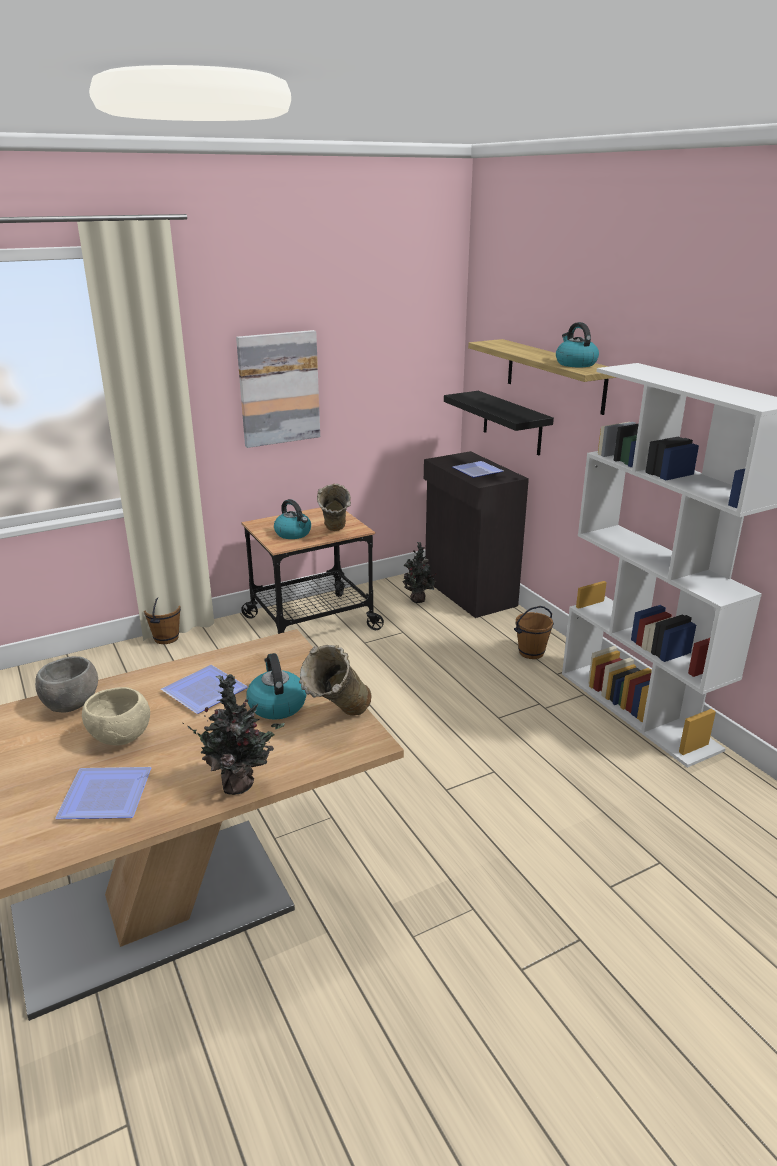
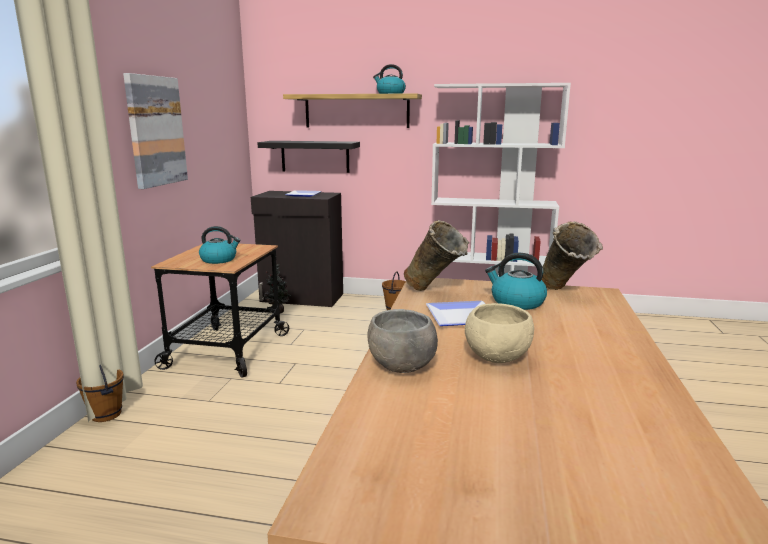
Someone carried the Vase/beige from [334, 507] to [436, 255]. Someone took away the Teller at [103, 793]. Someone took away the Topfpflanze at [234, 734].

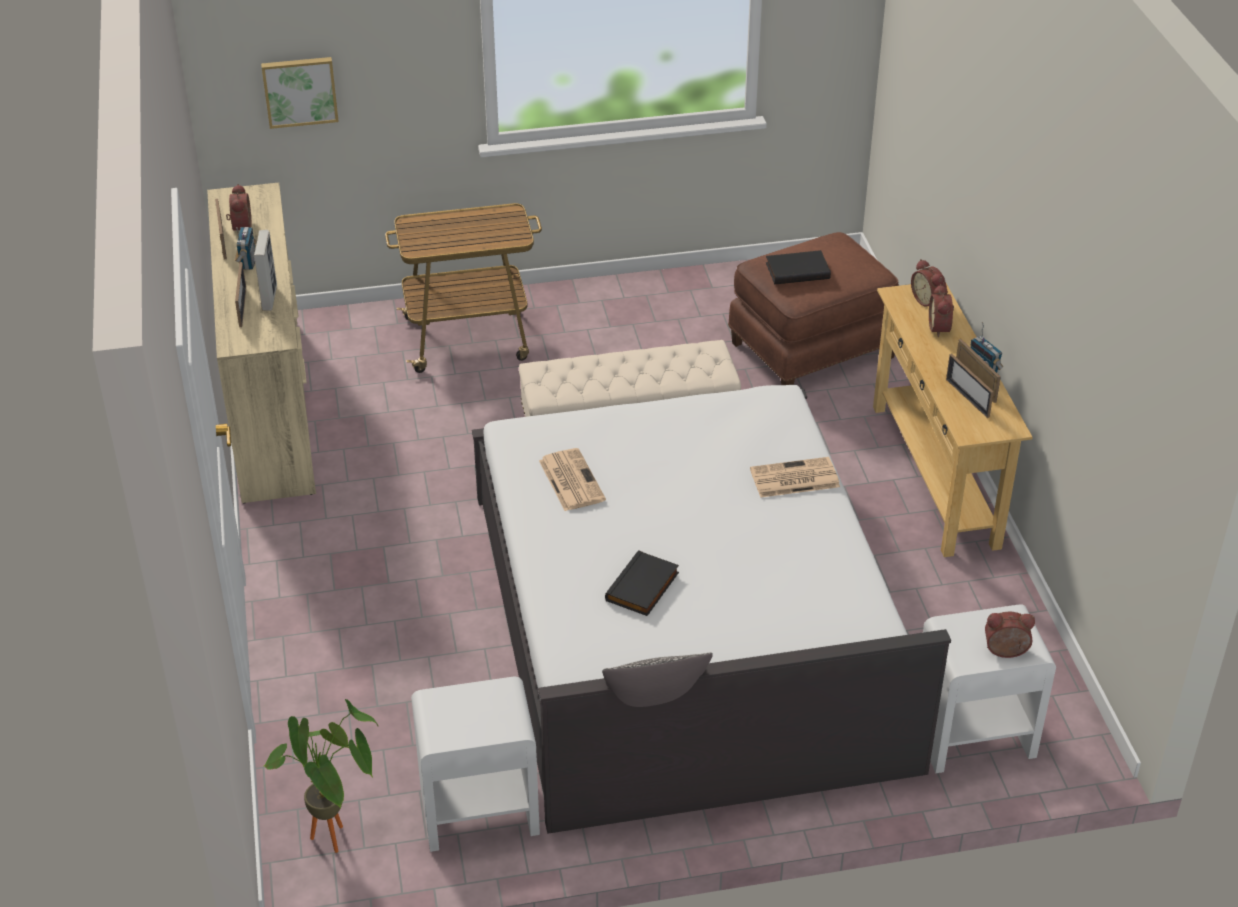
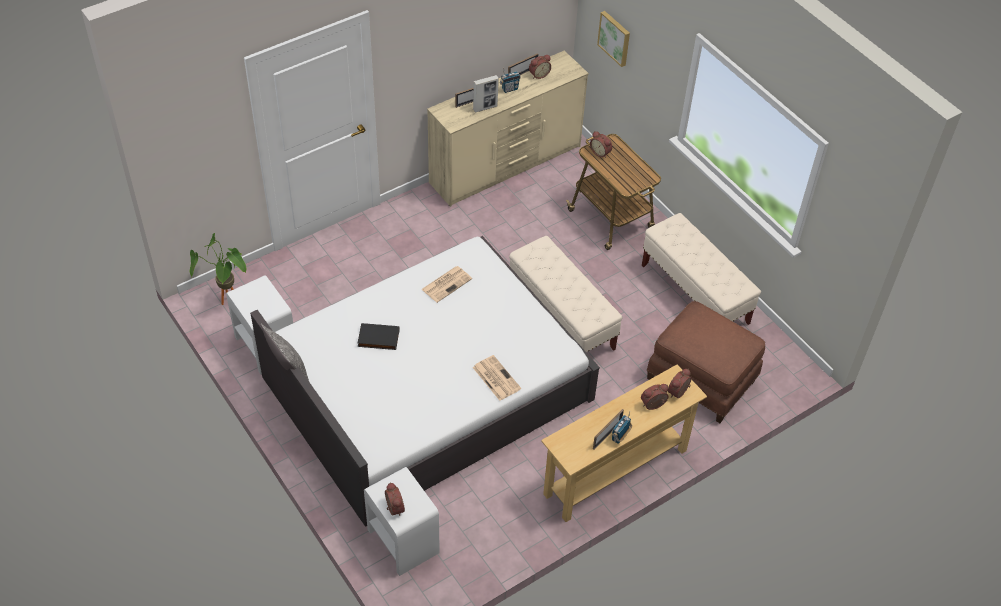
Someone put down the Wecker at [601, 144]. Someone put down the Bank/beige at [701, 269]. Someone took away the Buch/schwarz at [798, 267]. Someone took away the Bilderrahmen at [970, 386].

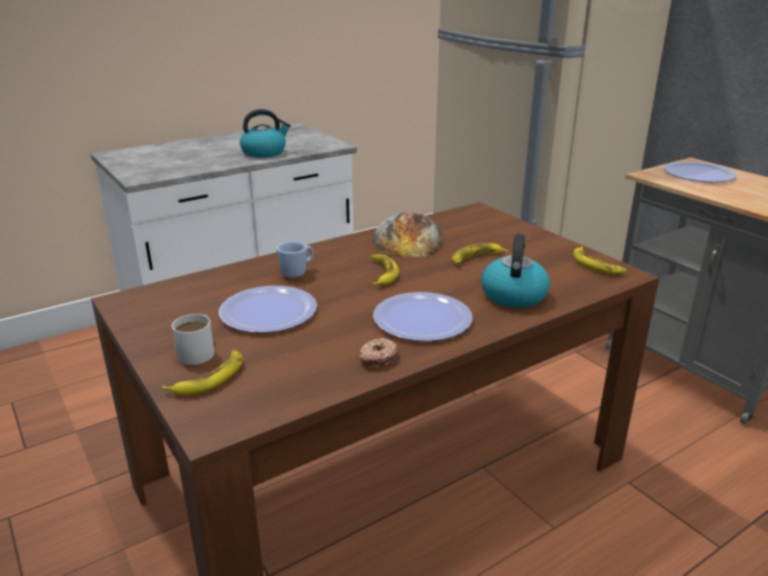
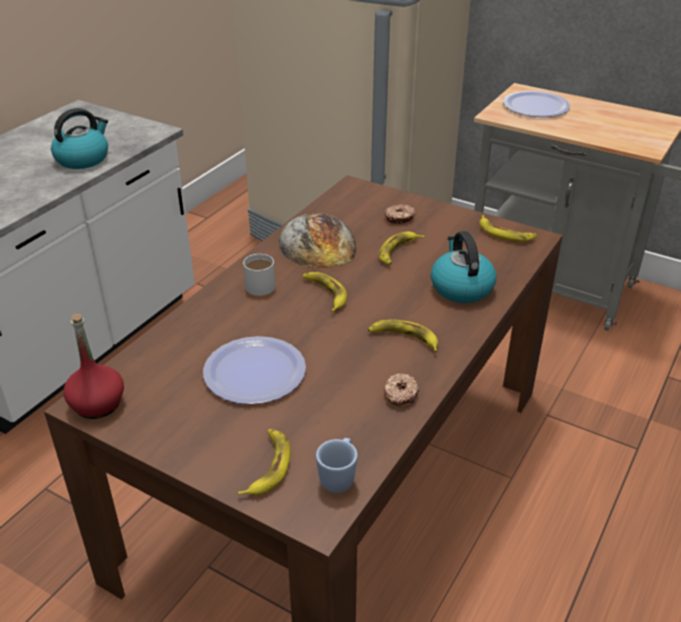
Someone put down the Flasche/rot at [94, 366]. Someone carried the Henkelbecher/weiß from [193, 339] to [259, 275]. Someone carried the Henkelbecher/blau from [295, 259] to [337, 465]. Someone swapped the Teller at [423, 316] for the Banane at [403, 335]. Someone put down the Donut at [400, 214].

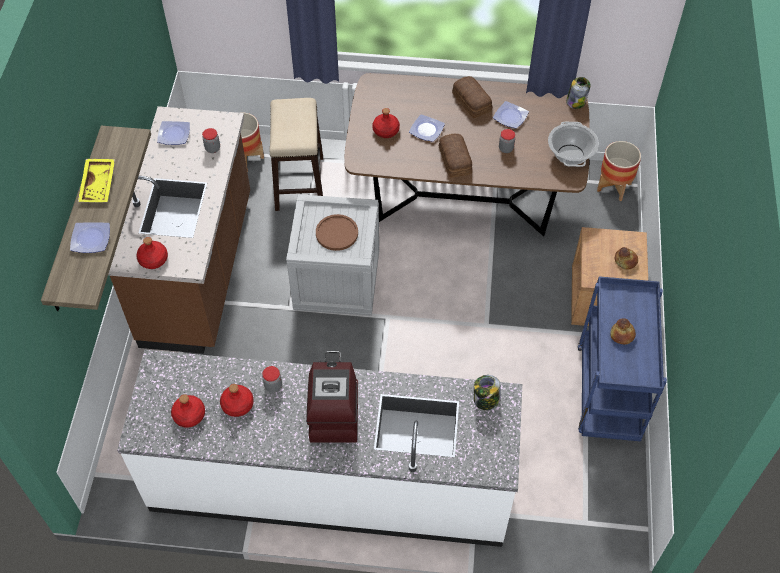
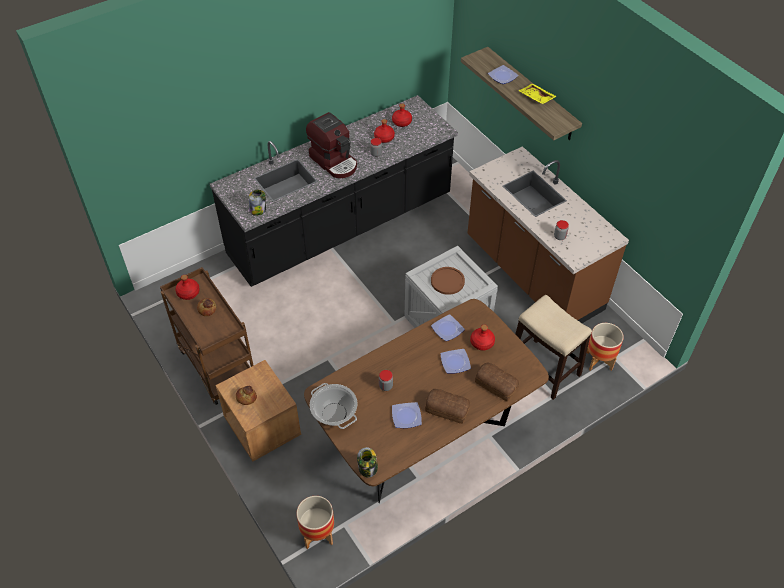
Someone repainted the Rollwagen/blau at [622, 359], which became the Rollwagen/braun at [207, 336]. Someone carried the Flasche/rot from [152, 253] to [187, 287]. Someone repainted the Küchenzeile/weiß at [319, 448], which became the Küchenzeile/schwarz at [334, 191]. Someone carried the Teller from [173, 133] to [448, 327]. Someone carried the Brot from [455, 156] to [497, 382].

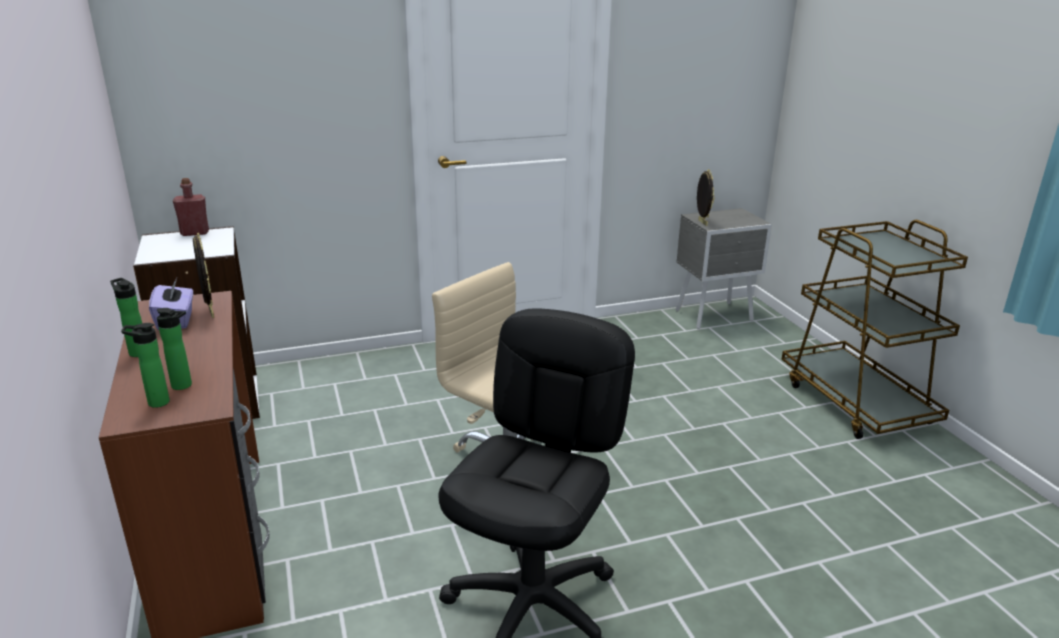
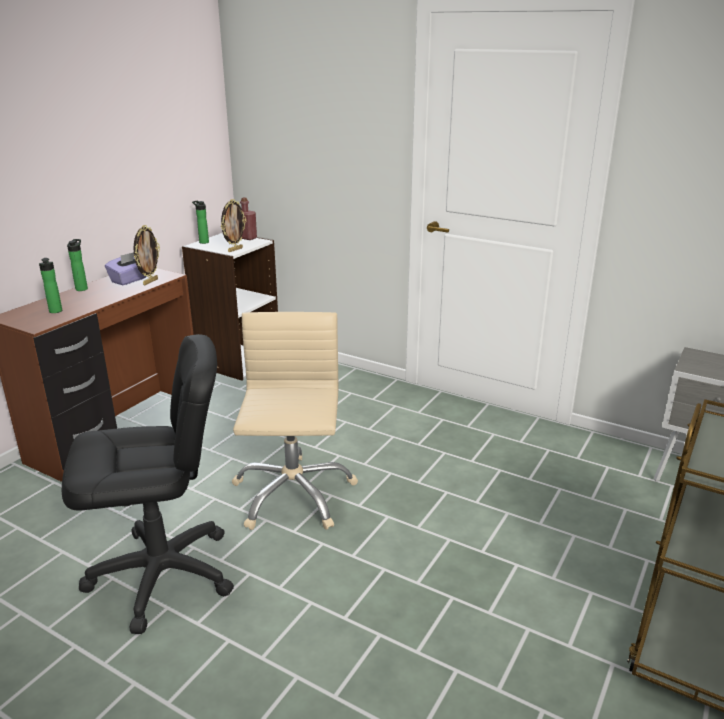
Someone carried the Flasche from [145, 365] to [200, 222]. Someone carried the Bilderrahmen from [706, 197] to [233, 225].

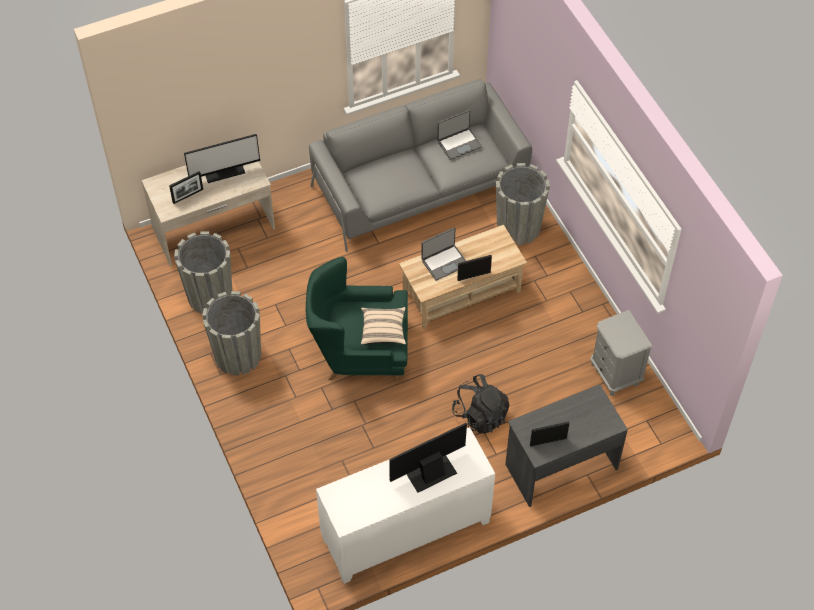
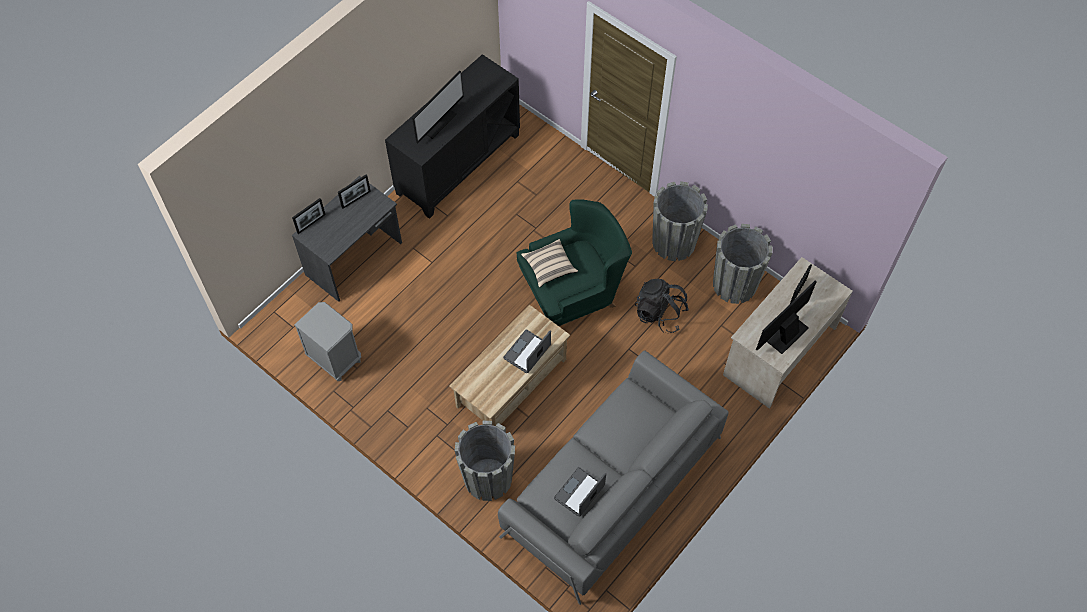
Someone carried the Bilderrahmen from [474, 268] to [309, 216]. Someone repainted the Schrank/weiß at [405, 505], which became the Schrank/schwarz at [452, 136]. Someone carried the Rucksack/schwarz from [480, 404] to [662, 306].

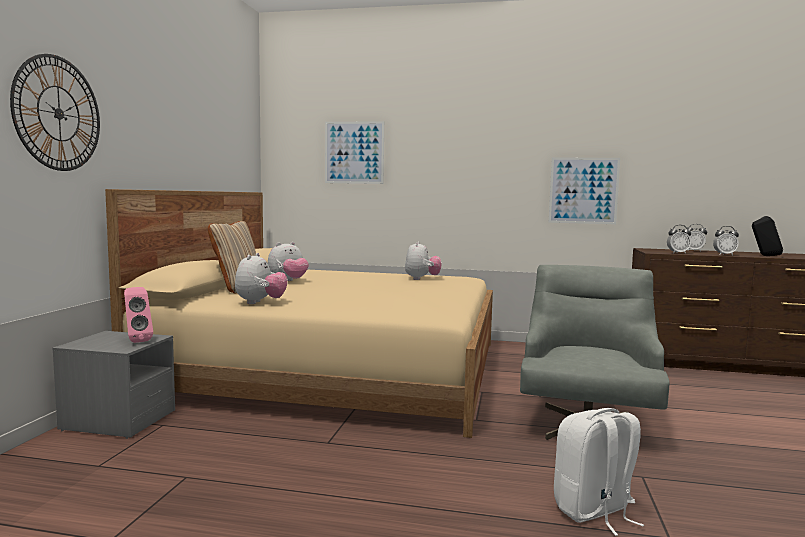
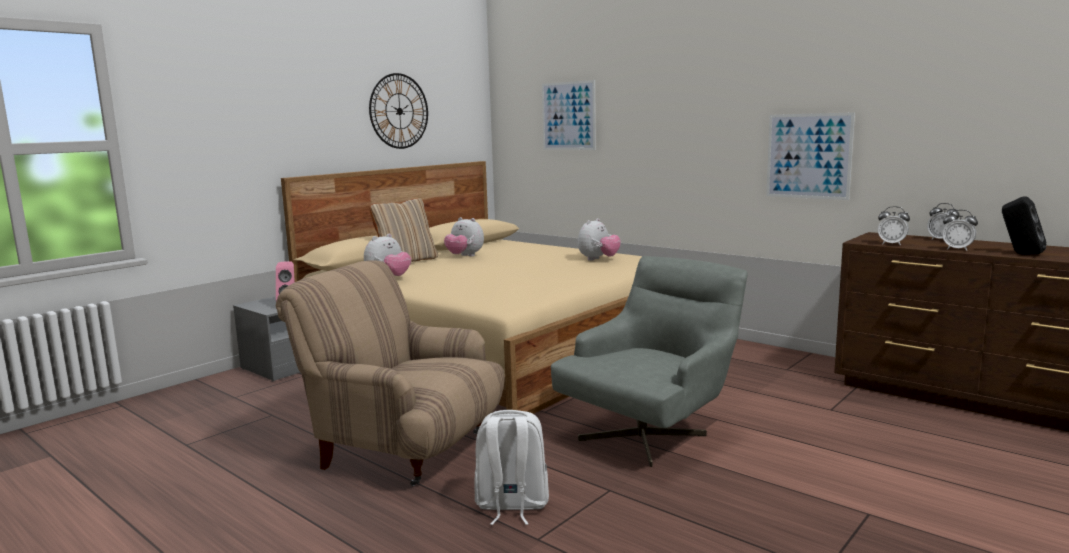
Someone put down the Sessel/beige at [390, 373]. Someone carried the Wanduhr from [55, 112] to [398, 111]. Someone rotated the Plüschtier at [288, 261] by 45 degrees clockwise.

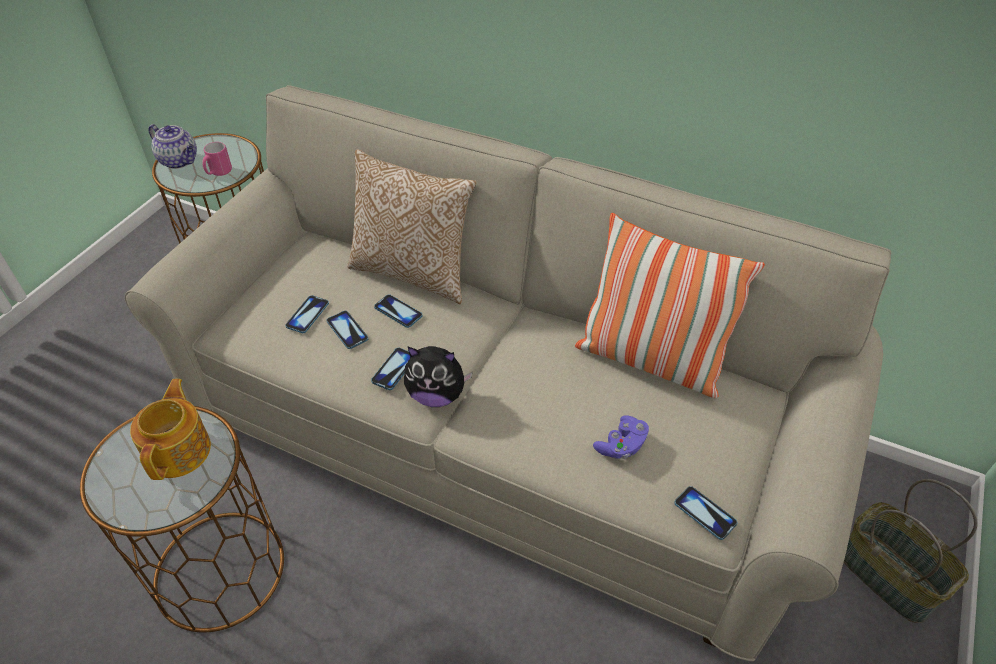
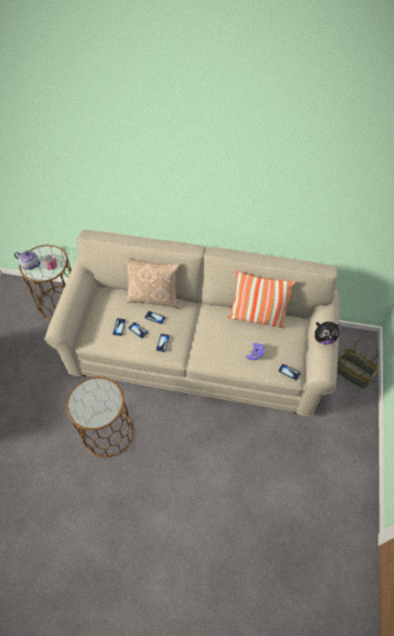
Someone carried the Plüschtier from [438, 376] to [327, 333]. Someone took away the Teekanne at [170, 429].

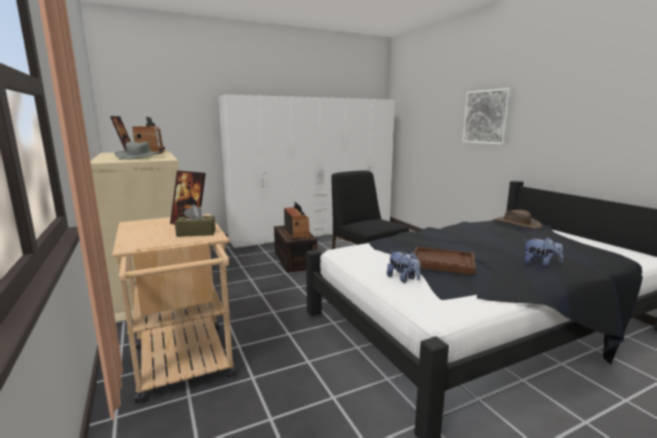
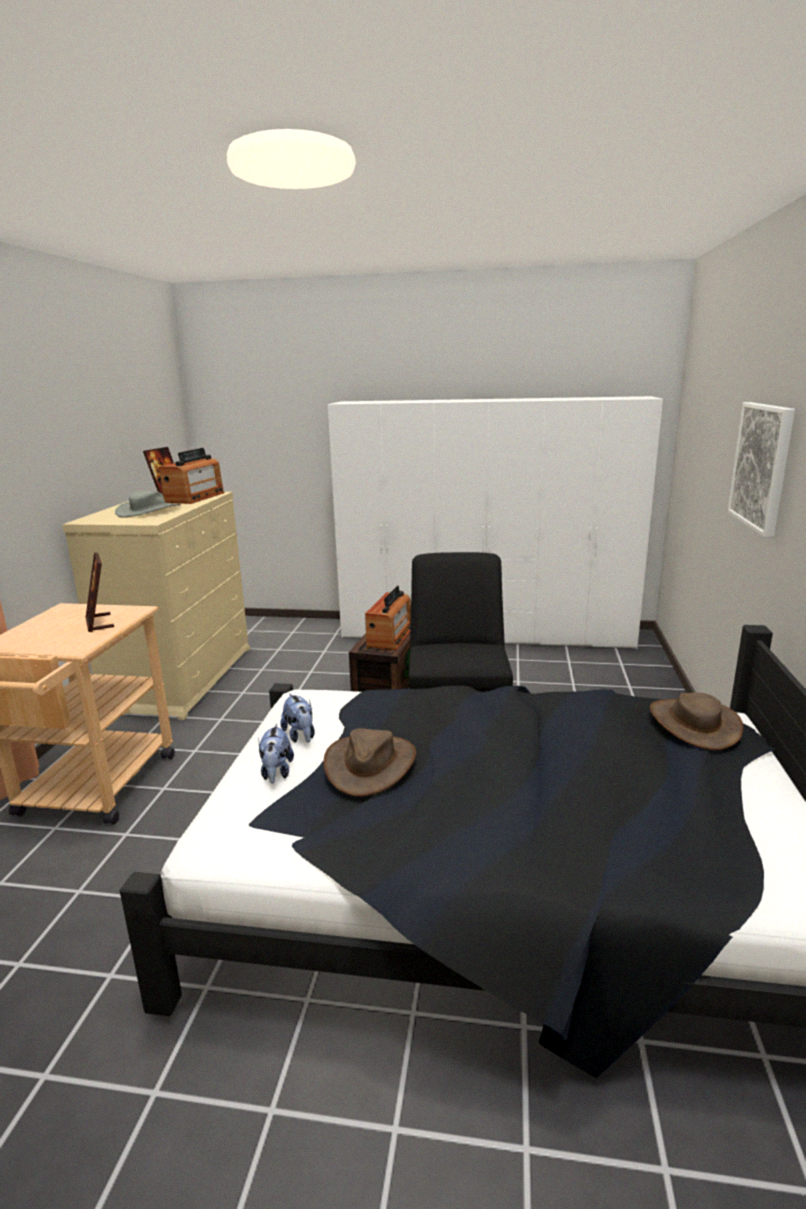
Someone carried the Plüschtier from [543, 252] to [297, 718]. Someone swapped the Tablett/braun at [445, 261] for the Hut/braun at [370, 762]. Someone took away the Taschentuchbox/braun at [195, 220].

